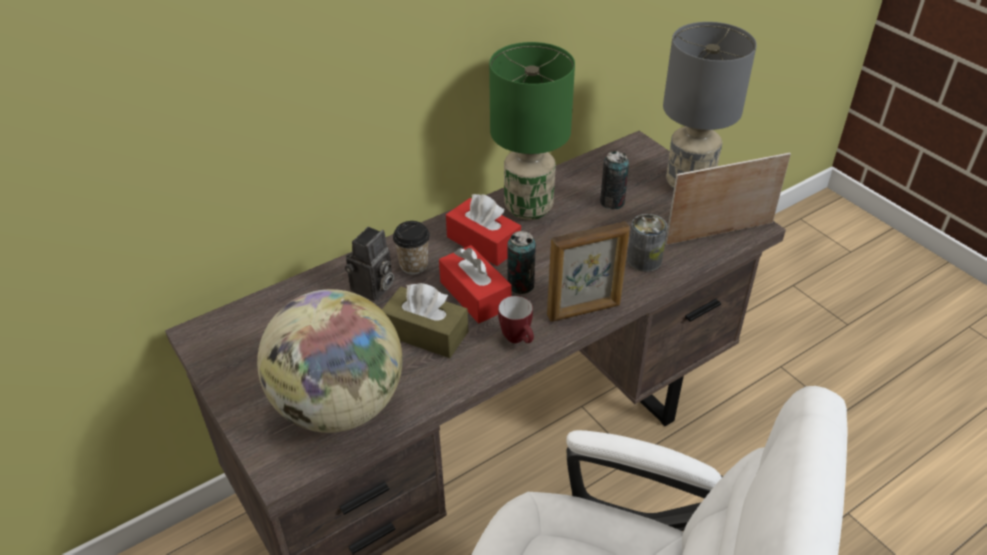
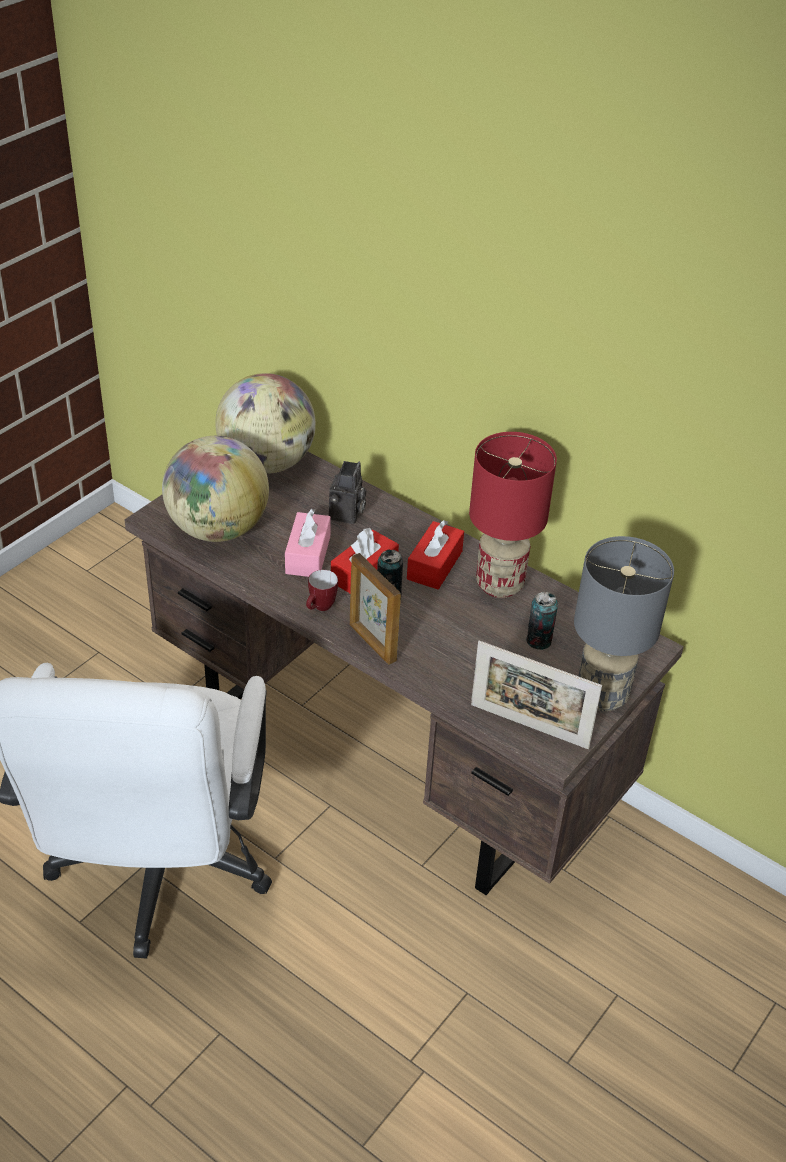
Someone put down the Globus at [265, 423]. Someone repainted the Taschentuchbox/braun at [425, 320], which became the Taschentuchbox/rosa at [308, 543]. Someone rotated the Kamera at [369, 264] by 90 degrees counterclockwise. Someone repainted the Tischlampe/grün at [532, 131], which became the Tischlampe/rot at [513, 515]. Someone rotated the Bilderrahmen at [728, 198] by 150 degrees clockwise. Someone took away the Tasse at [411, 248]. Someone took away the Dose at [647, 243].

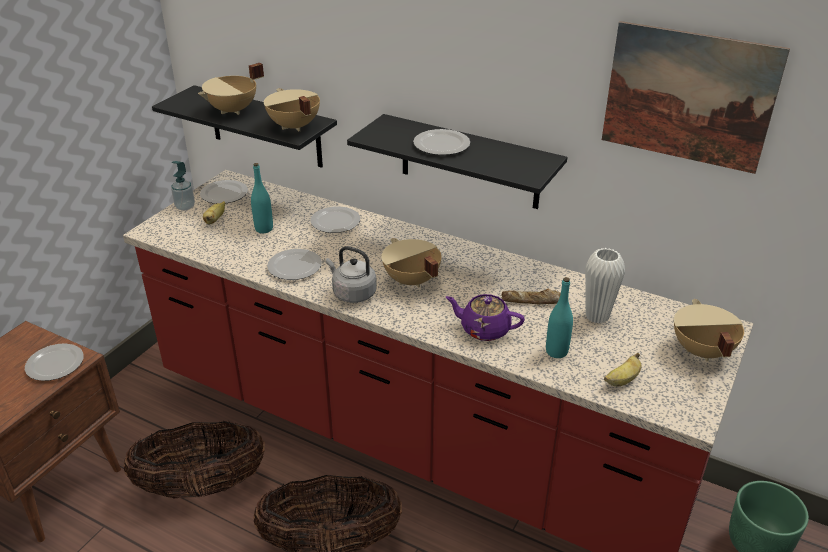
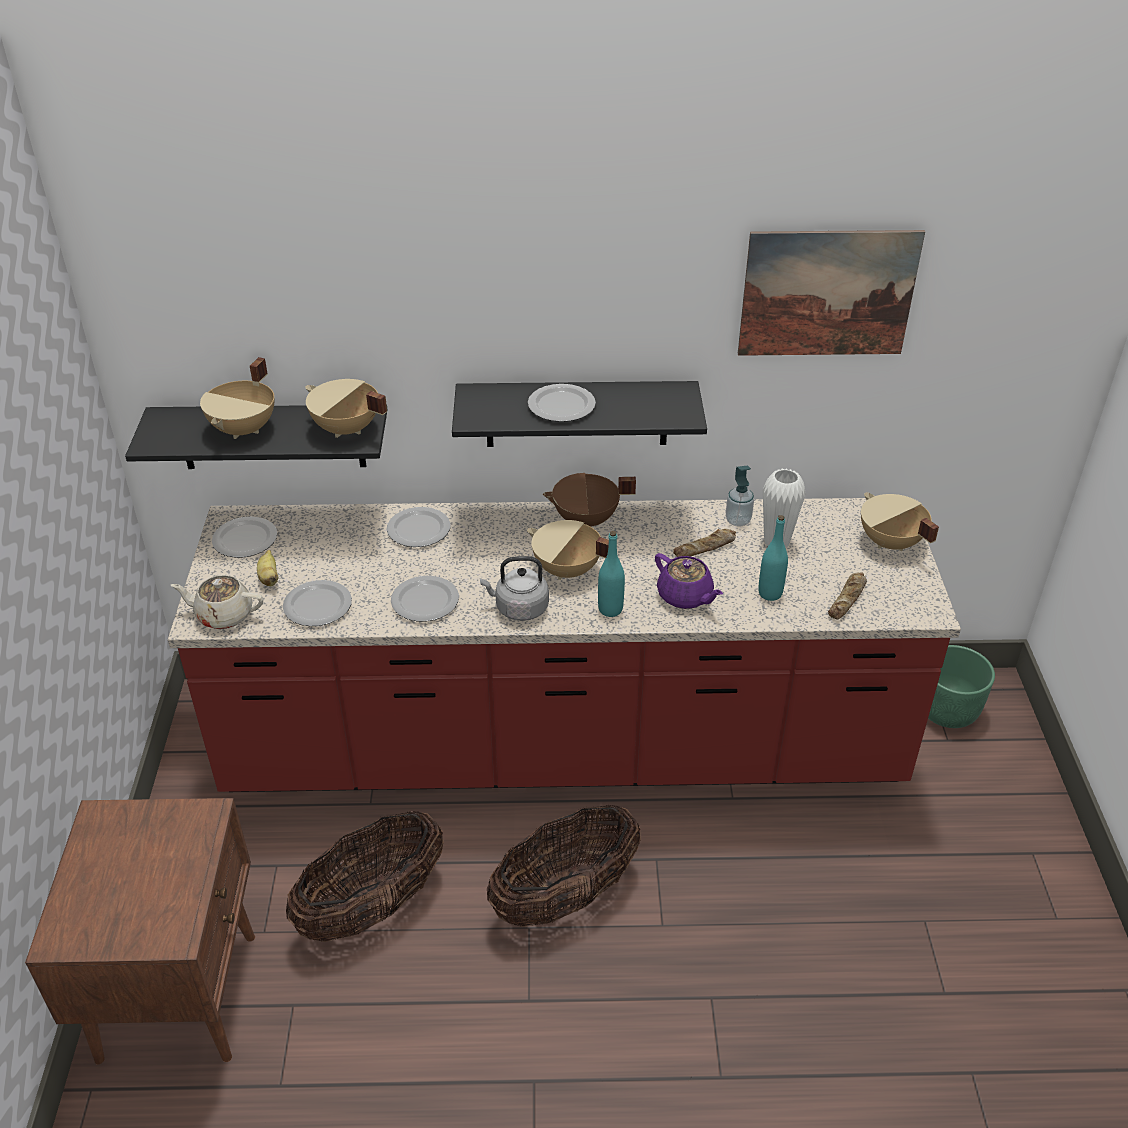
Someone put down the Teekanne/beige at [217, 602]. Someone carried the Teller from [54, 362] to [317, 603]. Someone put down the Kochtopf/braun at [589, 500]. Someone carried the Flasche/türkis from [262, 198] to [611, 574]. Someone rotated the Teekanne/lila at [485, 317] by 120 degrees counterclockwise. Someone carried the Seifenspender from [183, 186] to [740, 495]. Someone swapped the Banane at [623, 369] for the Brot at [847, 595].

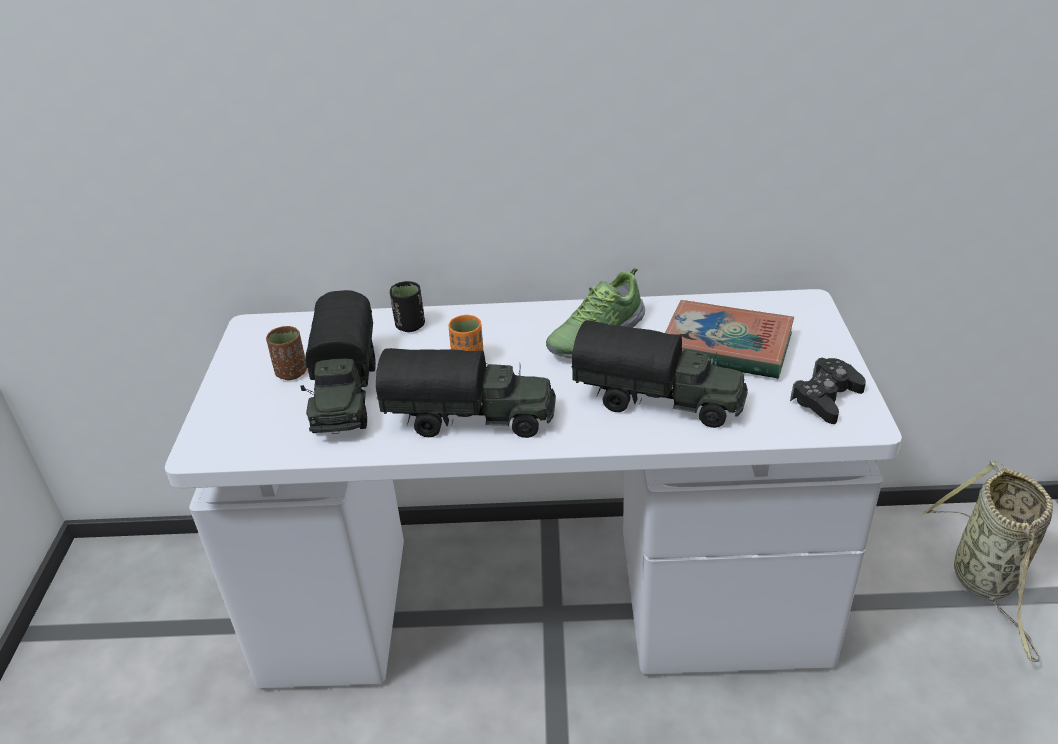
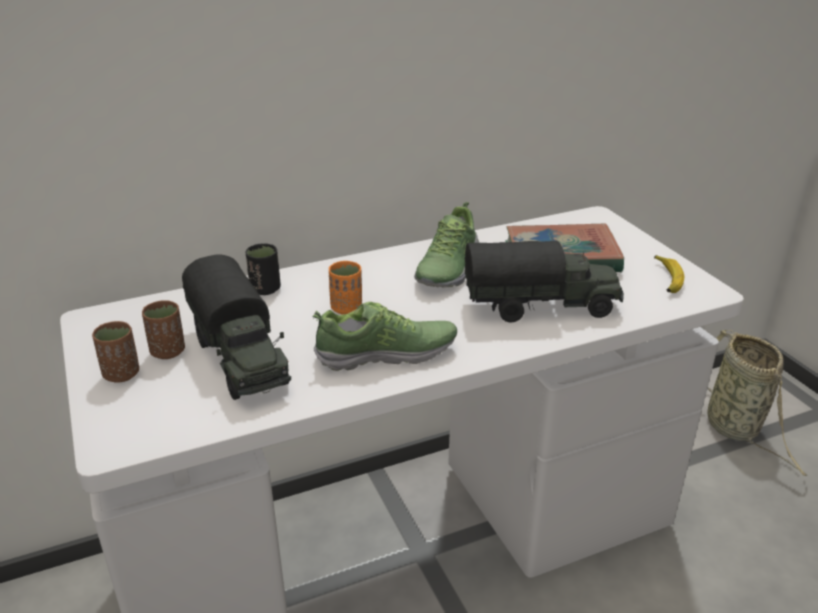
Someone put down the Tasse/braun at [115, 352]. Someone swapped the Spielzeuglaster at [466, 393] for the Schuh at [384, 336]. Someone swapped the Gamepad/schwarz at [828, 391] for the Banane at [669, 274].

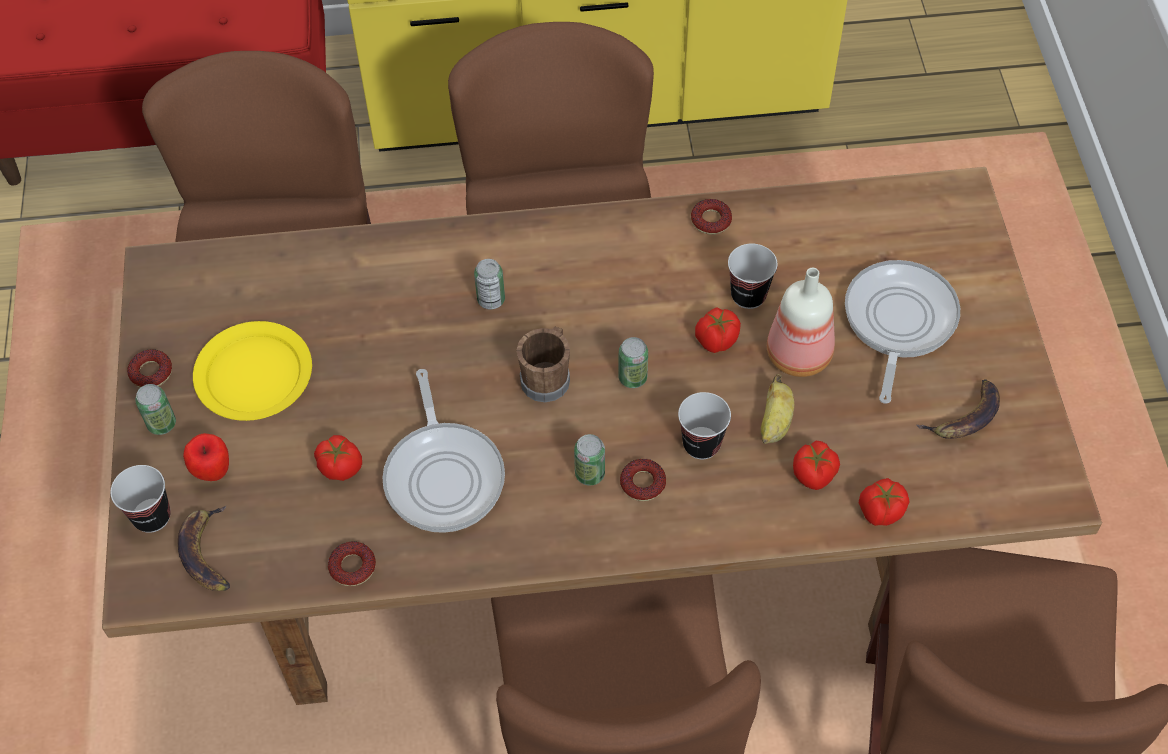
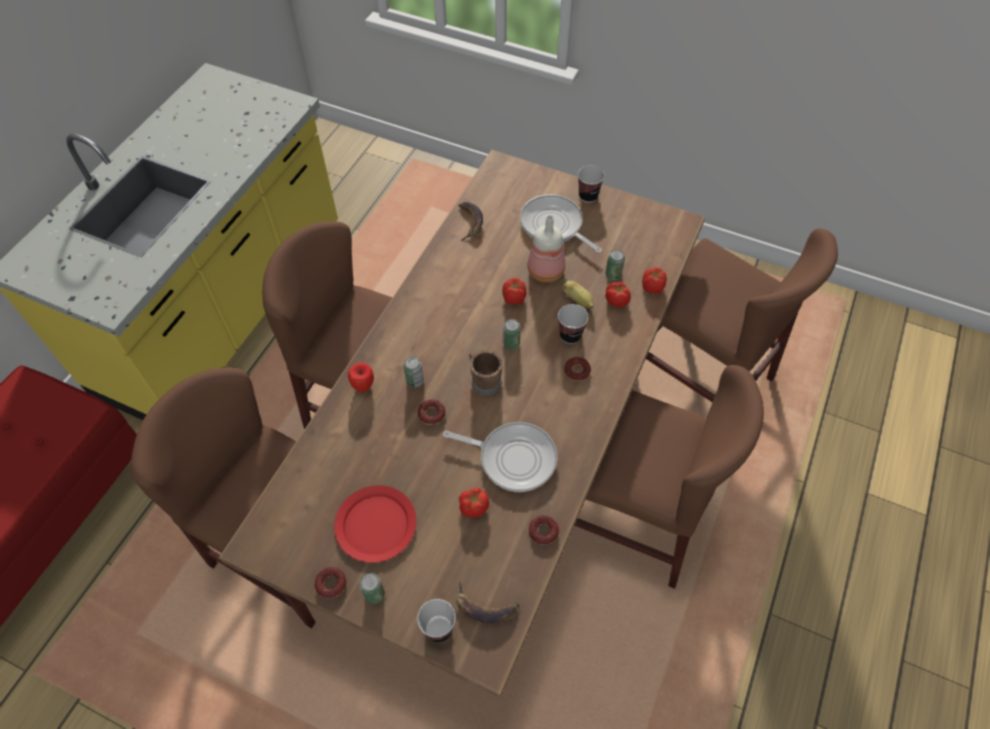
Someone repainted the Teller/gelb at [252, 371], which became the Teller/rot at [375, 524]. Someone carried the Apfel from [206, 457] to [361, 378]. Someone carried the Donut from [711, 217] to [431, 412]. Someone carried the Banane from [958, 409] to [470, 221]. Someone carried the Tasse from [753, 276] to [591, 184]. Someone carried the Dose from [589, 460] to [615, 265].

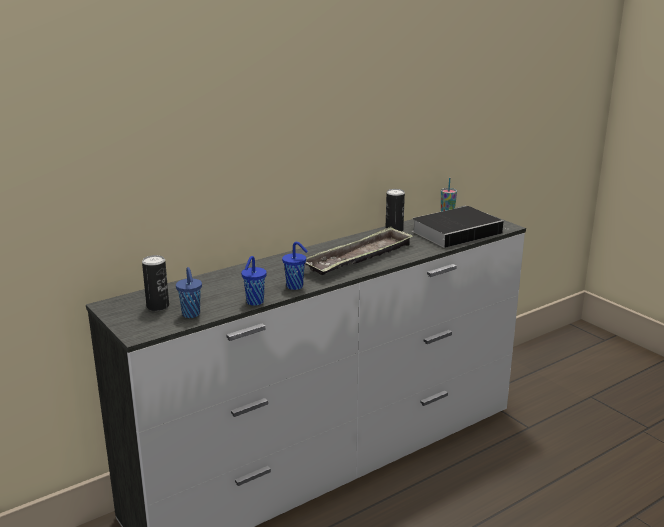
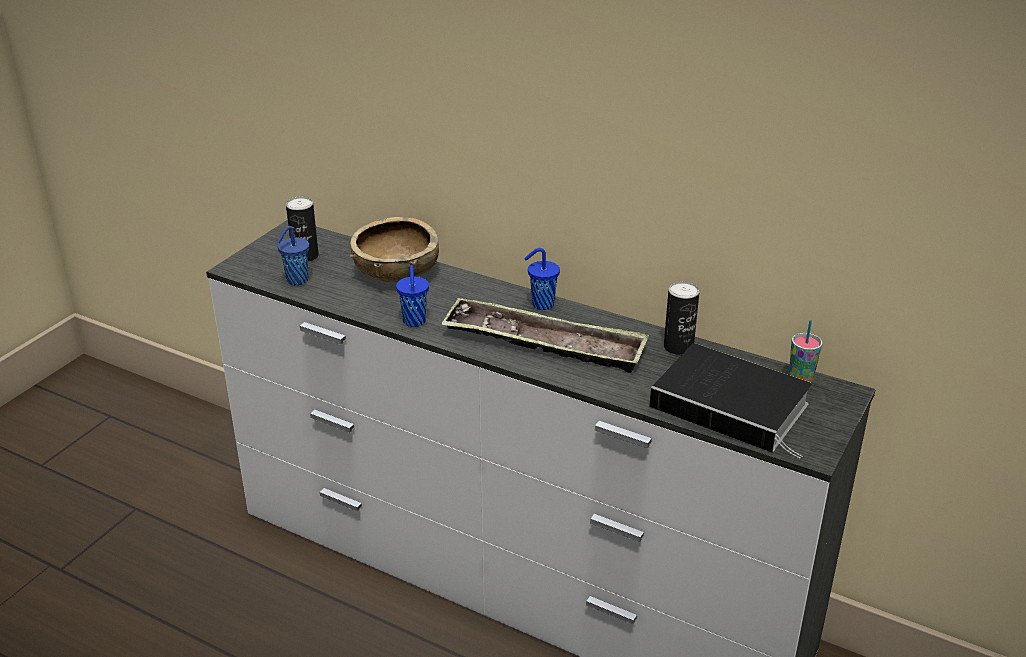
Someone put down the Schüssel/braun at [394, 249]. Someone carried the Tasse/blau from [254, 281] to [542, 279].

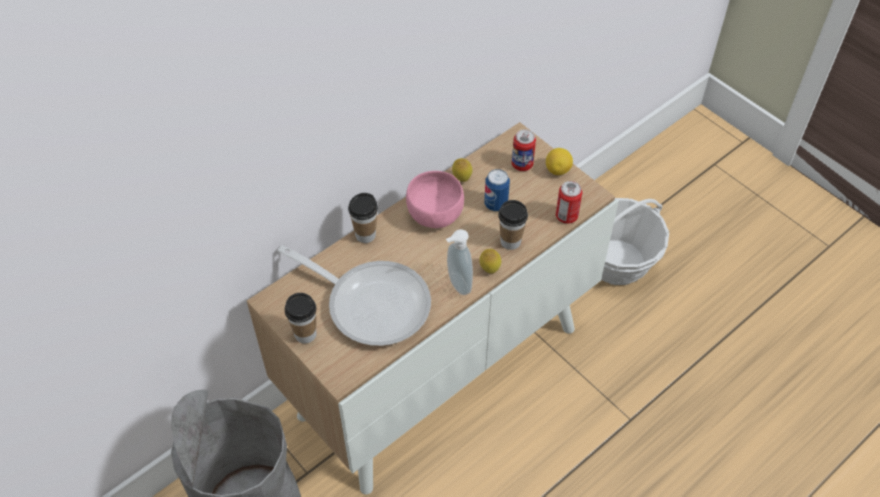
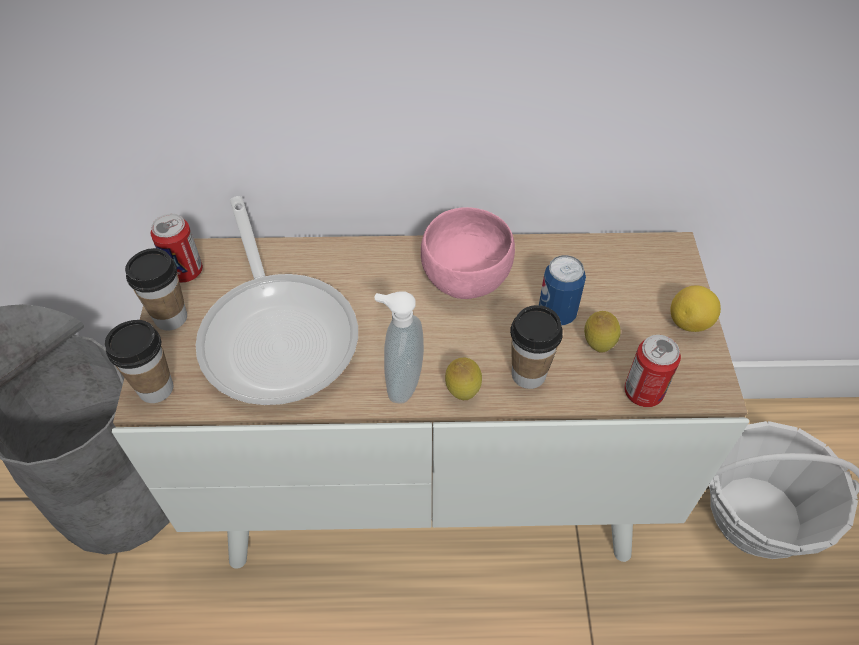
Someone carried the Tasse from [363, 218] to [139, 361]. Someone carried the Dose from [524, 150] to [177, 248]. Someone carried the Zitrone from [462, 170] to [602, 332].

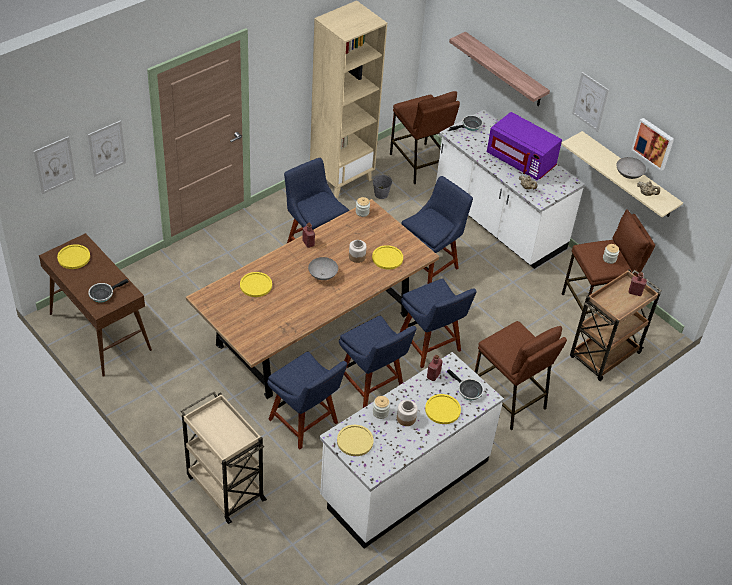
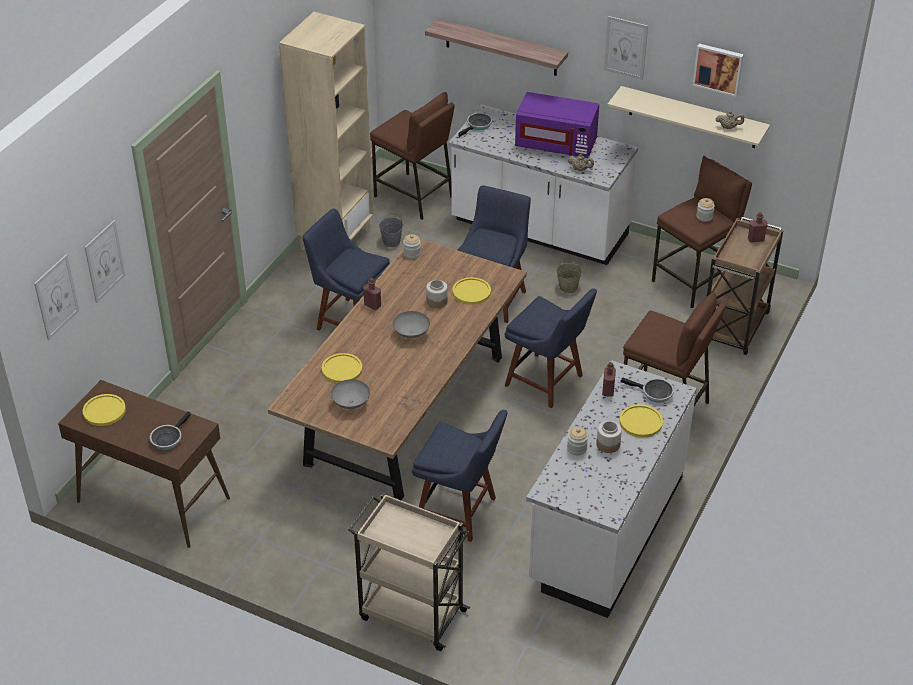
Someone carried the Schüssel/grau from [631, 168] to [350, 394]. Someone put down the Eimer/beige at [569, 275]. Someone took away the Teller/gelb at [355, 440]. Someone took away the Stuhl/blau at [378, 361].

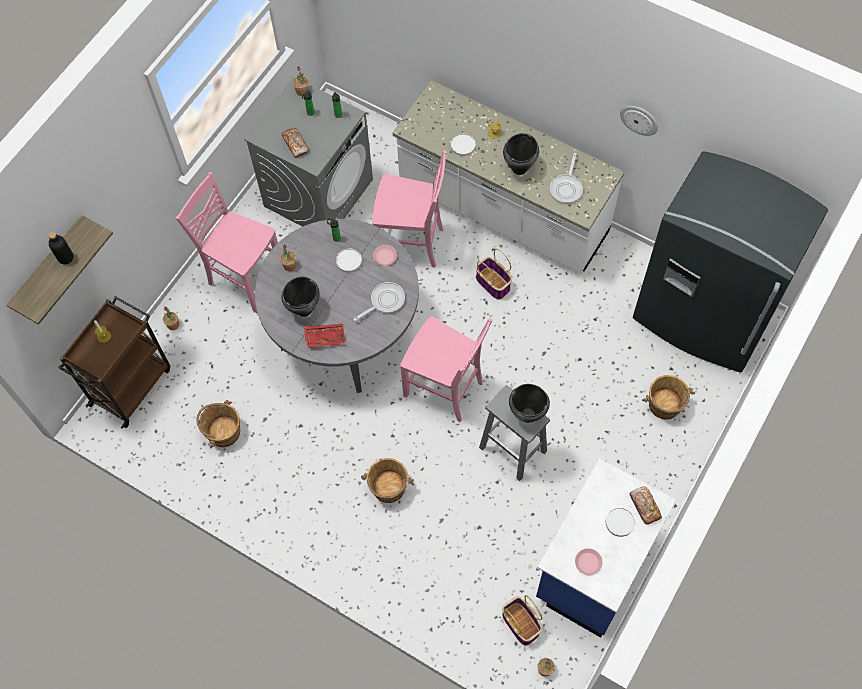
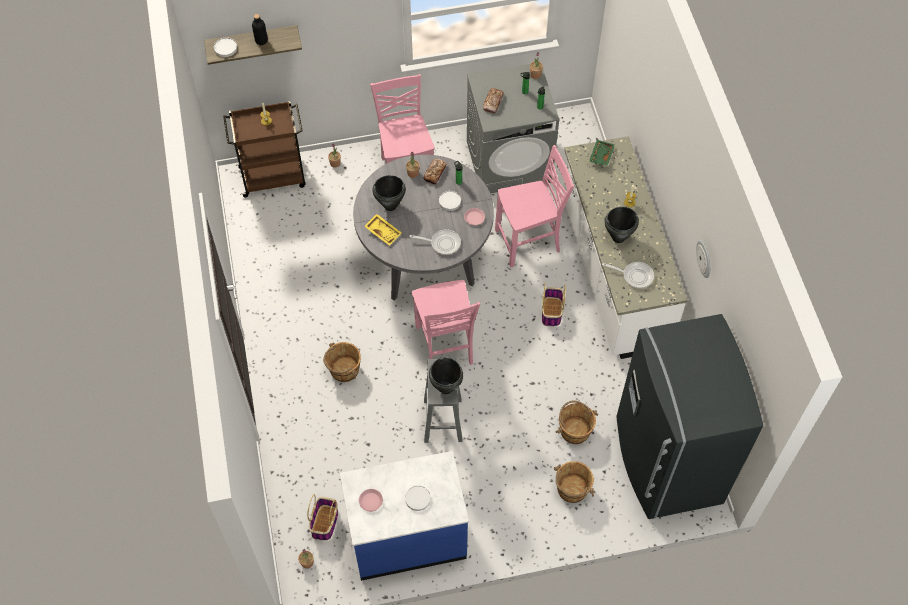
Someone carried the Teller/weiß from [463, 144] to [225, 47]. Someone repainted the Tablett/rot at [324, 335], which became the Tablett/gelb at [383, 230]. Someone carried the Brot from [646, 505] to [435, 172]. Someone rotated the Stuhl/rosa at [409, 209] by 75 degrees counterclockwise. Someone carried the Eimer/braun from [218, 424] to [577, 422]. Someone put down the Tablett/grün at [602, 153]. Someone rotated the Pfanne at [566, 178] by 135 degrees counterclockwise.

